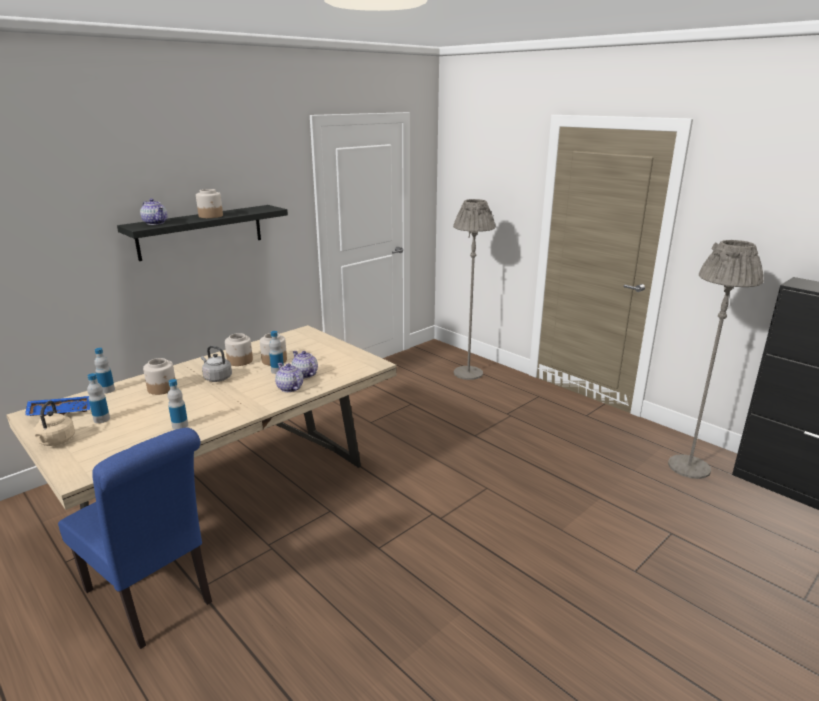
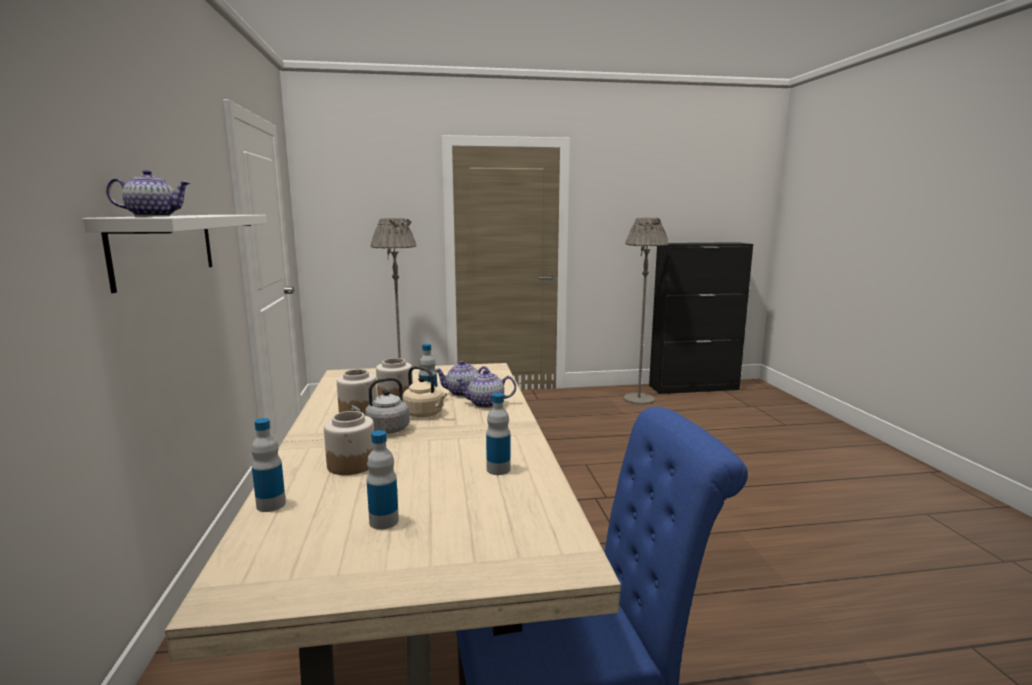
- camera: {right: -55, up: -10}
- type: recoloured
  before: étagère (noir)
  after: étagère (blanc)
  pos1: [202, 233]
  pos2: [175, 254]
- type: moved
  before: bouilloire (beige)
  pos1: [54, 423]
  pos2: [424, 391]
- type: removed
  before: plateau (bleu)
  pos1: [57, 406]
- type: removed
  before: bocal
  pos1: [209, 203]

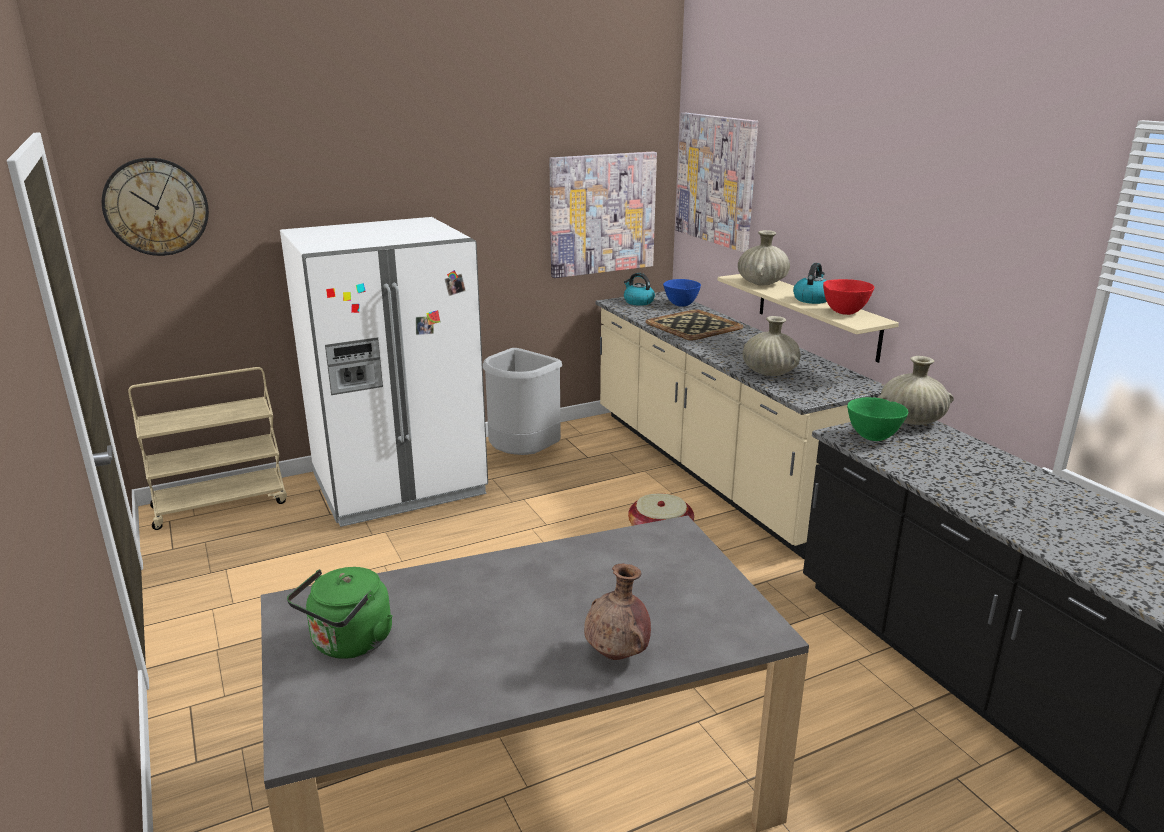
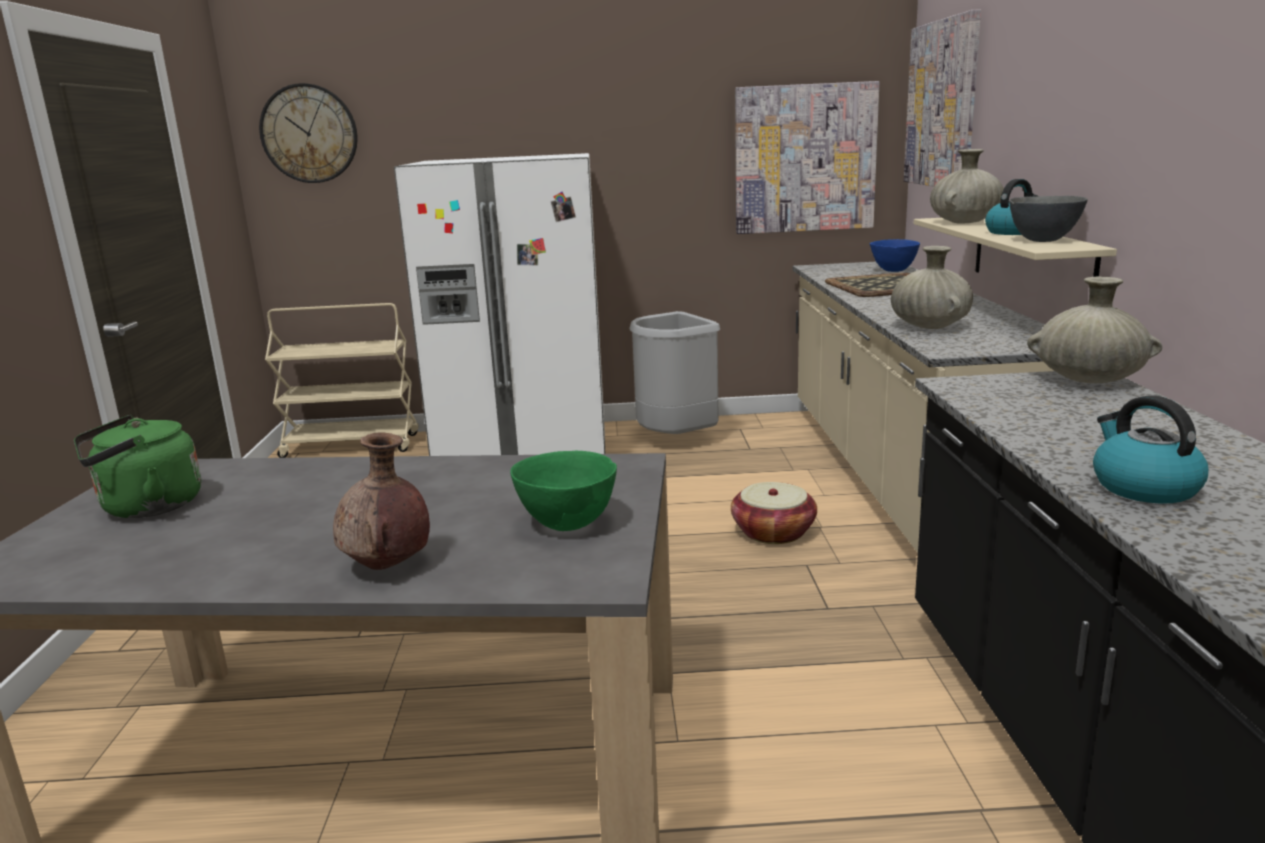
- camera: {right: 25, up: -5}
- type: moved
  before: bol (vert)
  pos1: [877, 419]
  pos2: [563, 491]
- type: recoloured
  before: bol (rouge)
  after: bol (gris)
  pos1: [848, 297]
  pos2: [1048, 219]
- type: moved
  before: bouilloire
  pos1: [639, 289]
  pos2: [1151, 449]

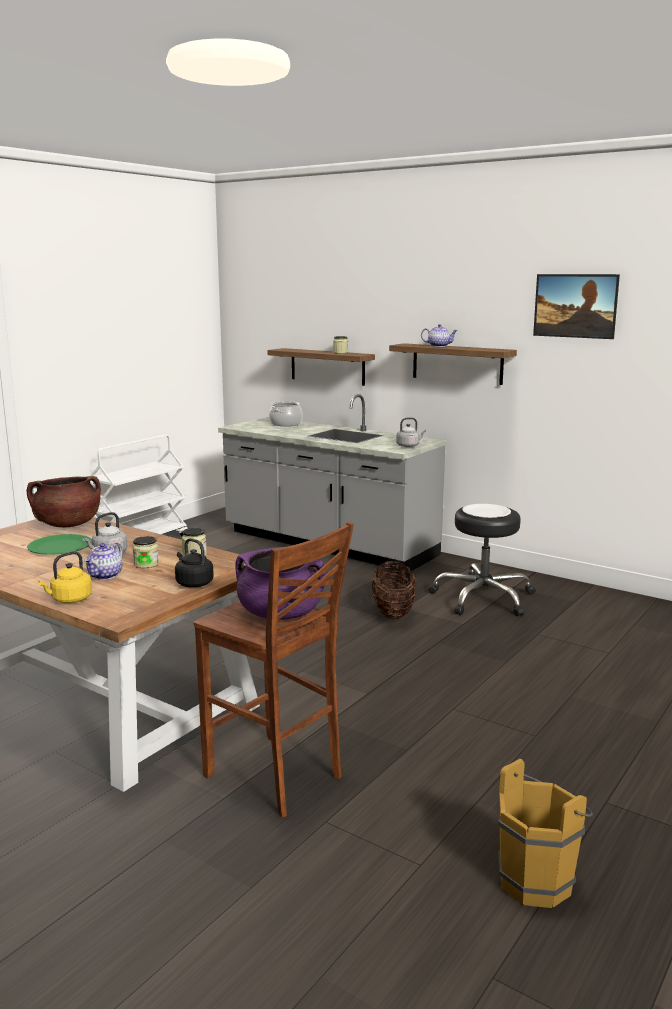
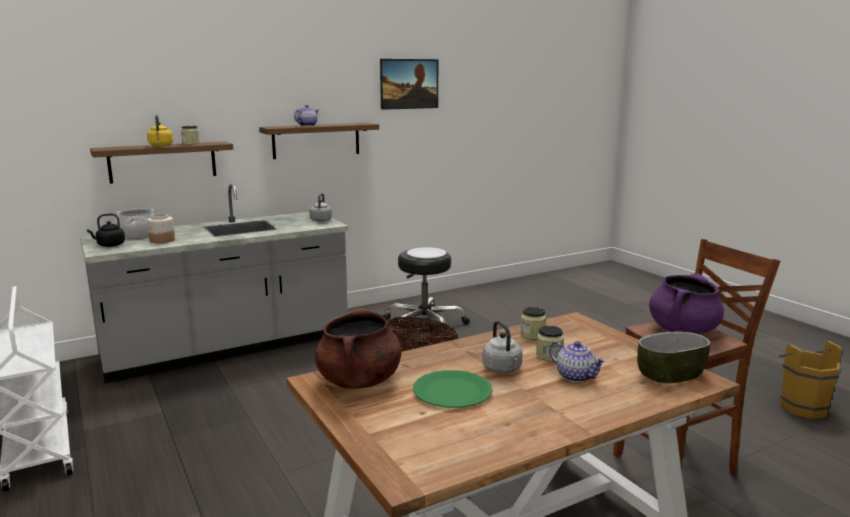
- camera: {right: -65, up: 0}
- type: moved
  before: bouilloire (noir)
  pos1: [194, 562]
  pos2: [106, 230]
- type: moved
  before: bouilloire (jaune)
  pos1: [65, 577]
  pos2: [160, 130]
- type: added
  after: bocal
  pos2: [161, 229]
- type: added
  after: bol
  pos2: [674, 358]

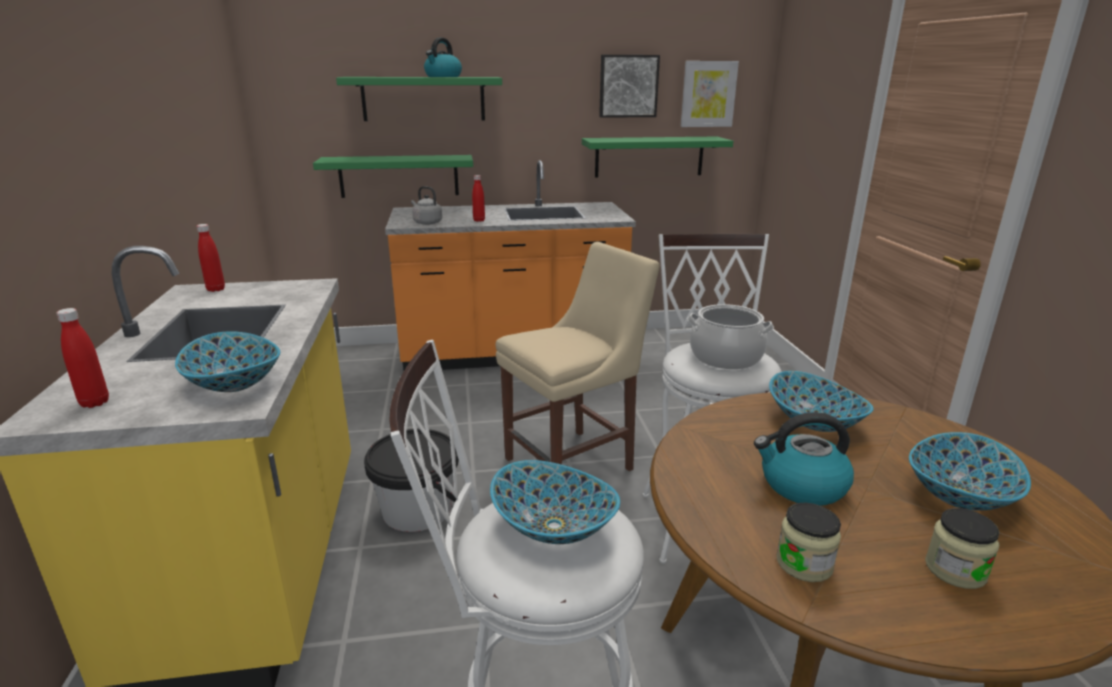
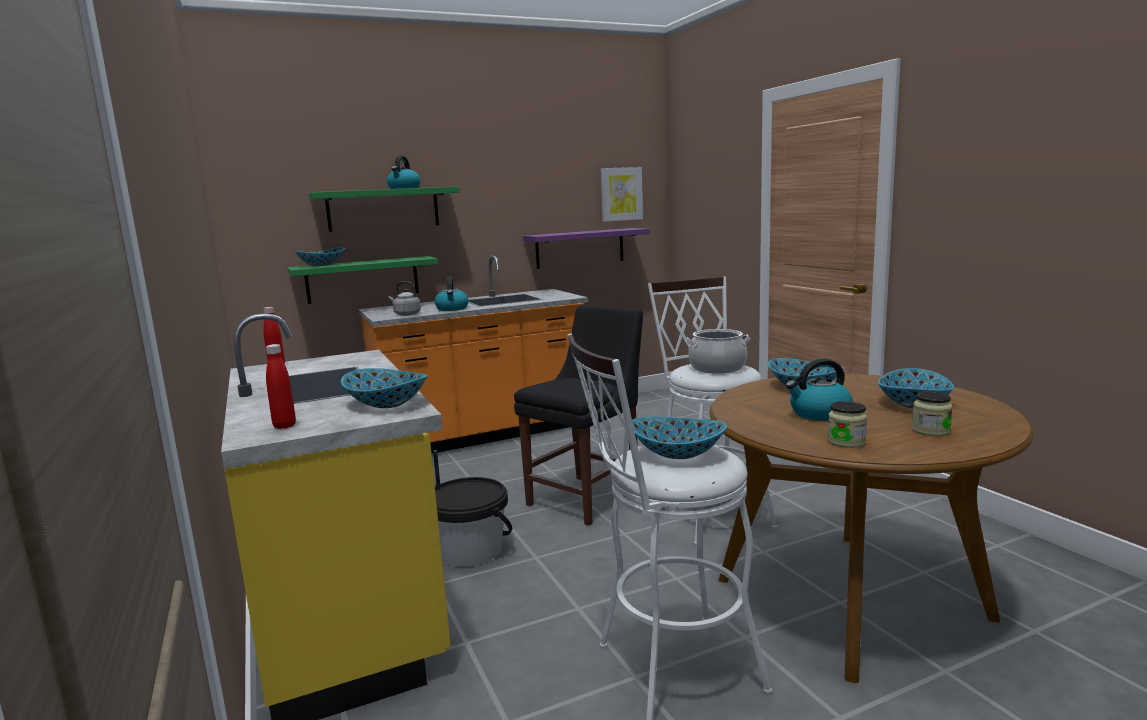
- camera: {right: -15, up: -10}
- type: added
  after: bol
  pos2: [320, 256]
- type: replaced
  before: bouteille (rouge)
  after: bouilloire
  pos1: [478, 198]
  pos2: [451, 294]
- type: recoloured
  before: chaise (beige)
  after: chaise (noir)
  pos1: [578, 356]
  pos2: [578, 415]
- type: recoloured
  before: étagère (vert)
  after: étagère (violet)
  pos1: [657, 157]
  pos2: [586, 248]
- type: removed
  before: tableau
  pos1: [629, 86]

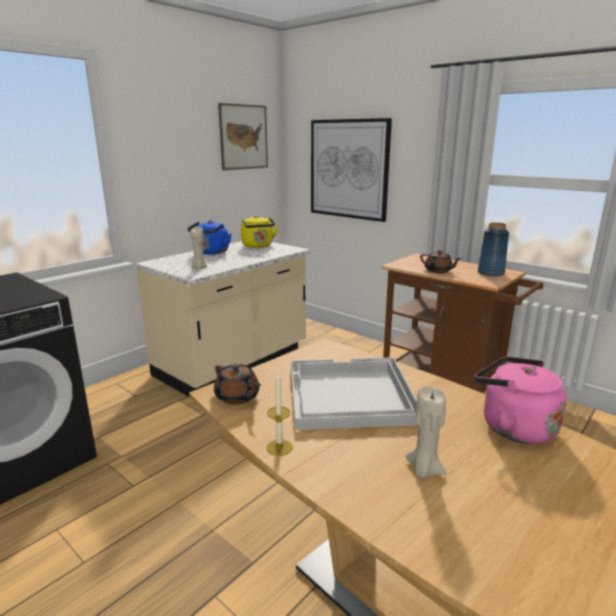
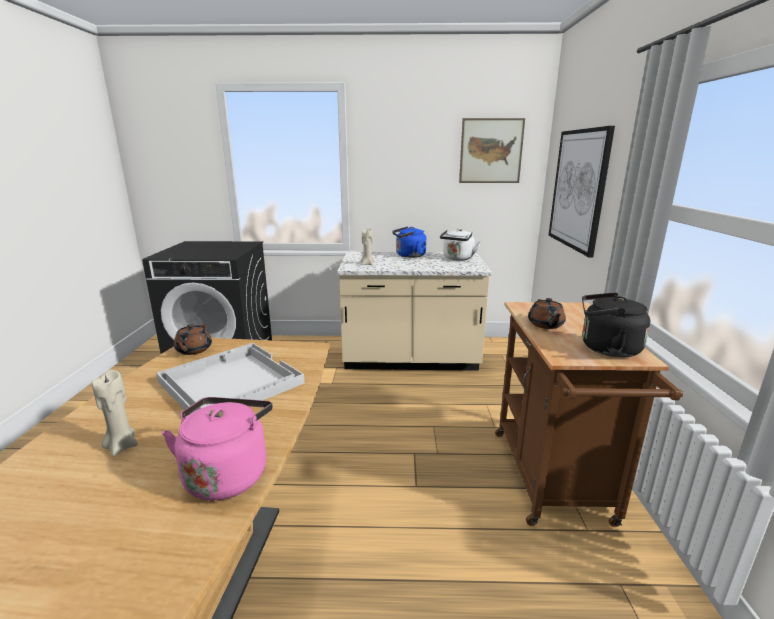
- camera: {right: 50, up: 0}
- type: recoloured
  before: bouilloire (jaune)
  after: bouilloire (blanc)
  pos1: [259, 232]
  pos2: [460, 245]
- type: replaced
  before: vase (bleu)
  after: bouilloire (noir)
  pos1: [493, 250]
  pos2: [616, 325]
- type: removed
  before: bougie
  pos1: [280, 414]

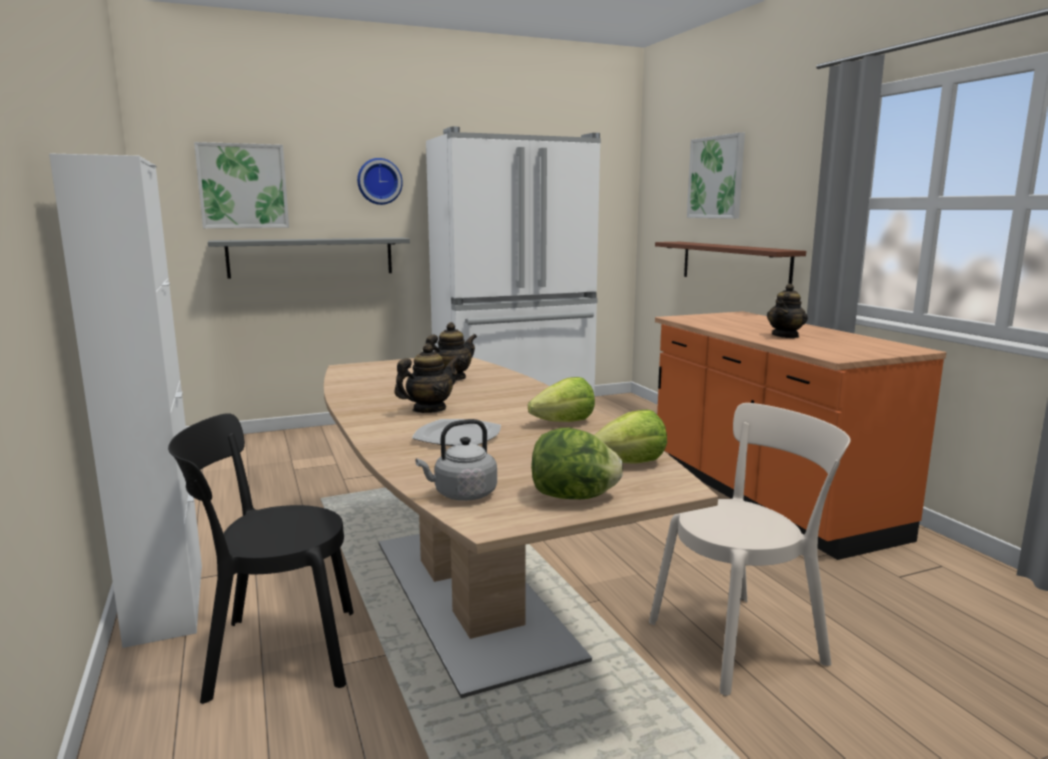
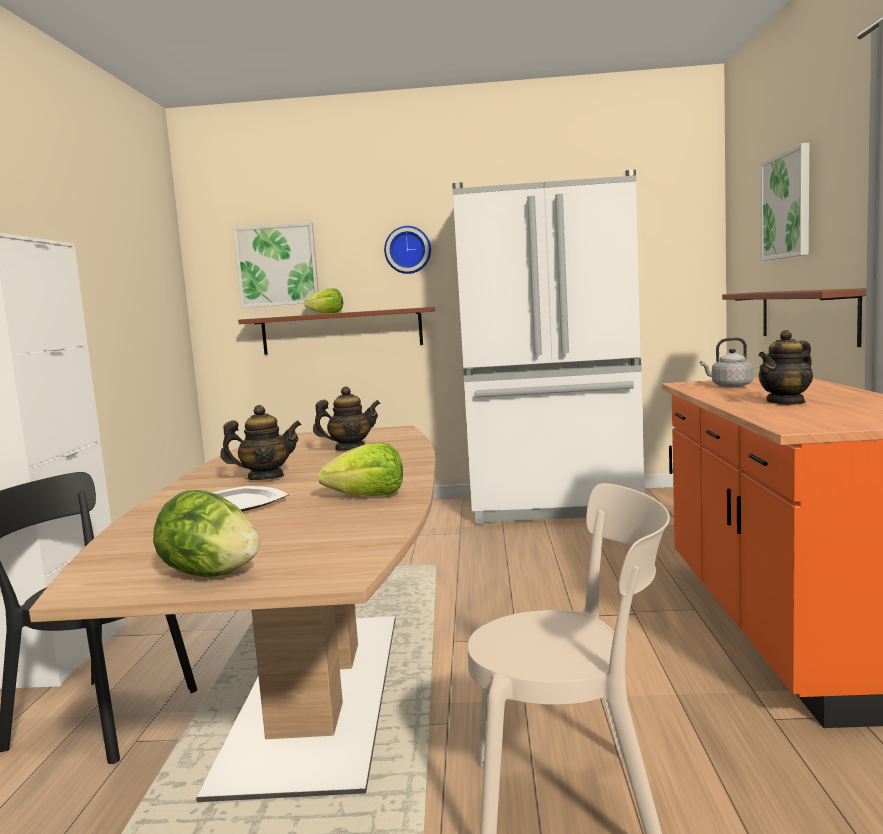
- camera: {right: 25, up: -5}
- type: recoloured
  before: étagère (gris)
  after: étagère (marron)
  pos1: [309, 258]
  pos2: [336, 331]
- type: moved
  before: laitue
  pos1: [631, 437]
  pos2: [323, 300]
- type: moved
  before: bouilloire (gris)
  pos1: [456, 460]
  pos2: [726, 362]

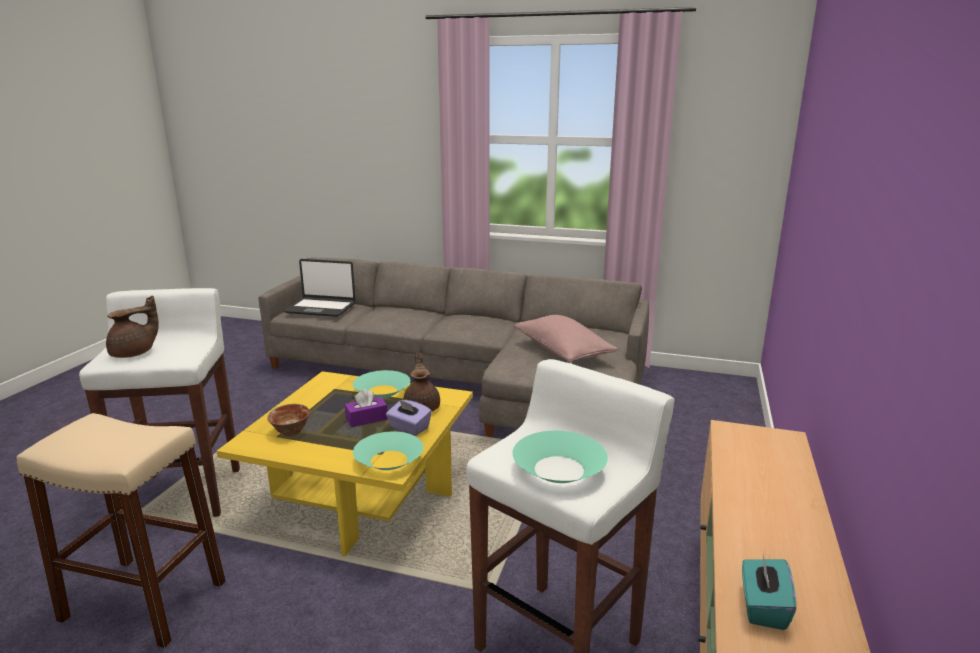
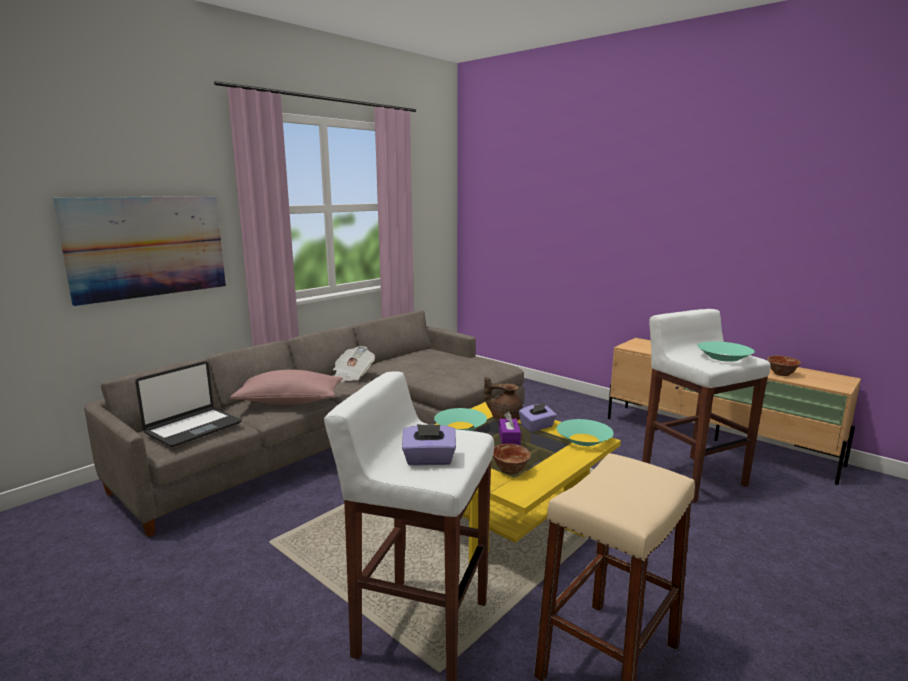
- camera: {right: -65, up: -5}
- type: added
  after: tableau
  pos2: [139, 251]
- type: moved
  before: coussin (rose)
  pos1: [566, 338]
  pos2: [286, 387]
- type: added
  after: journal
  pos2: [354, 364]
- type: replaced
  before: théière (marron)
  after: boîte à mouchoirs (violet)
  pos1: [132, 326]
  pos2: [429, 445]
- type: replaced
  before: boîte à mouchoirs (turquoise)
  after: bol
  pos1: [769, 592]
  pos2: [784, 366]

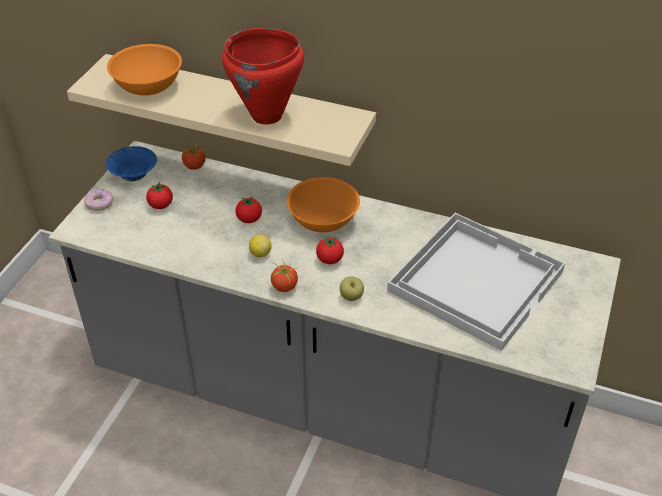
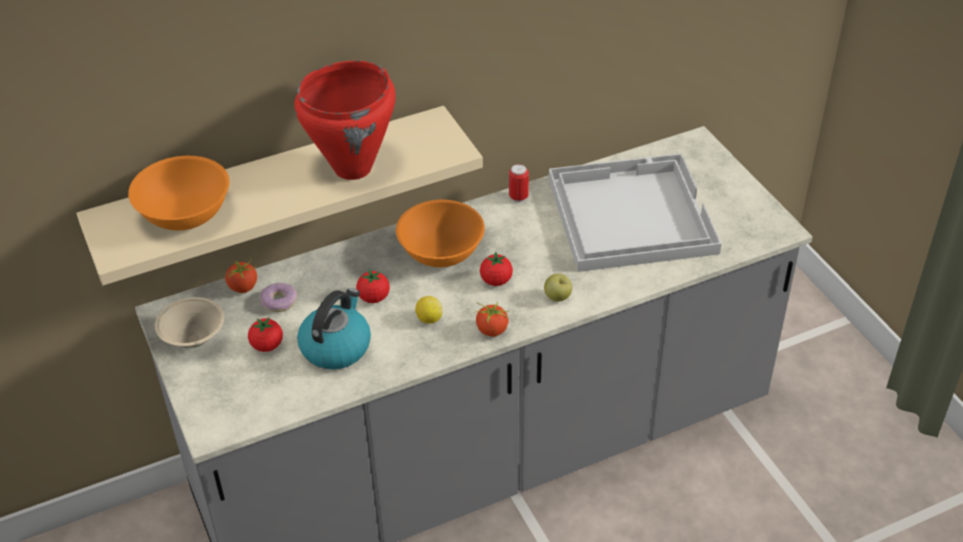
- camera: {right: -45, up: 0}
- type: recoloured
  before: bol (bleu)
  after: bol (beige)
  pos1: [131, 163]
  pos2: [189, 322]
- type: moved
  before: beignet
  pos1: [98, 200]
  pos2: [278, 297]
- type: added
  after: bouilloire
  pos2: [334, 328]
- type: added
  after: boîte métallique
  pos2: [519, 183]

